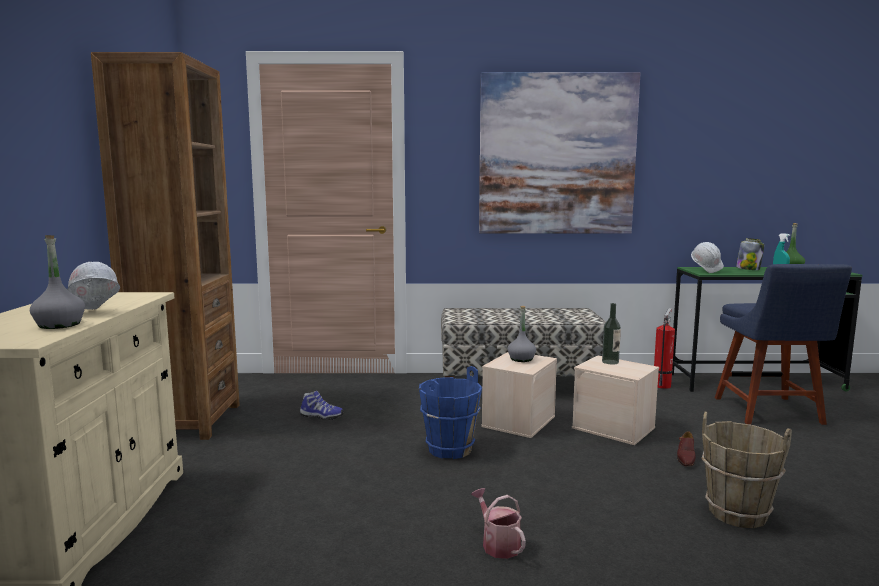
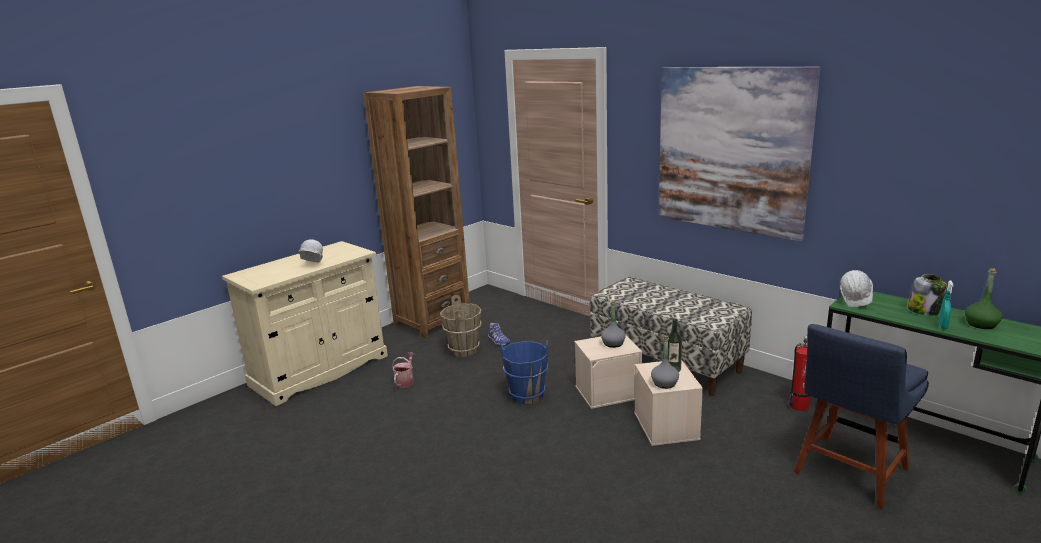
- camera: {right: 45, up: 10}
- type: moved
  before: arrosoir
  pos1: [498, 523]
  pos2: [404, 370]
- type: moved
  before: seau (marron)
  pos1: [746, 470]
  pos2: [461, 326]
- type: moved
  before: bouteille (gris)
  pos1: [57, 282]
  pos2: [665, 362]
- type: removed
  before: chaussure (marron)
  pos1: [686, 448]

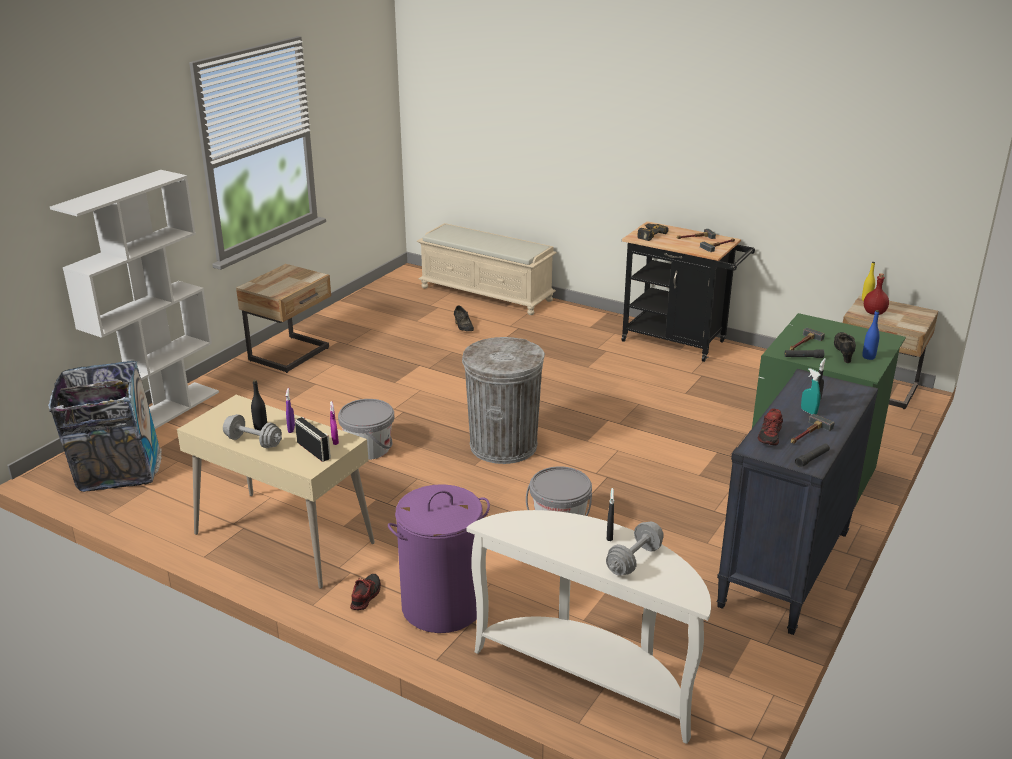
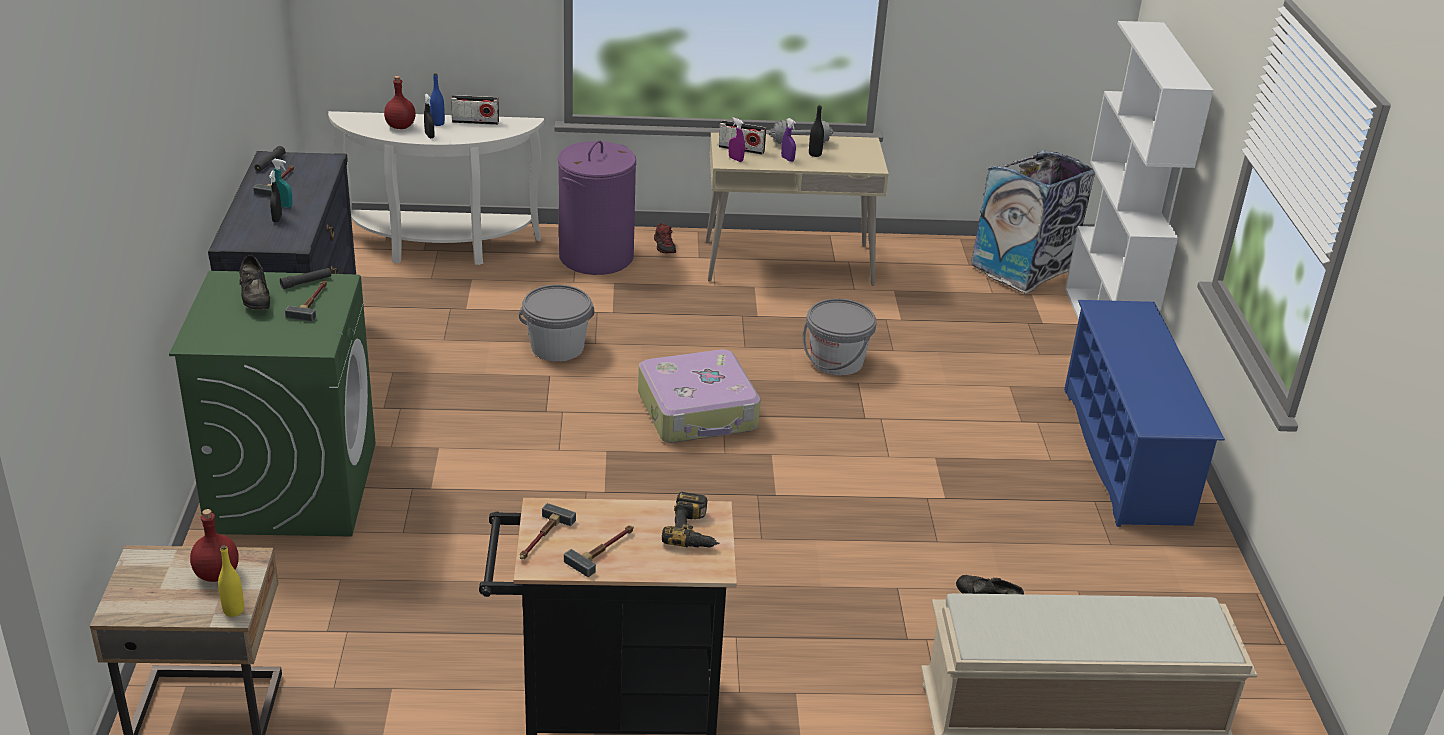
- camera: {right: 145, up: 5}
- type: replaced
  before: haltère (gris)
  after: bouteille (rouge)
  pos1: [635, 549]
  pos2: [400, 102]
- type: moved
  before: bouteille (bleu)
  pos1: [871, 335]
  pos2: [437, 99]
- type: added
  after: radio
  pos2: [475, 110]
- type: replaced
  before: poubelle (gris)
  after: valise
  pos1: [503, 400]
  pos2: [699, 396]
- type: replaced
  before: table de chevet (beige)
  after: étagère à chaussures (bleu)
  pos1: [283, 318]
  pos2: [1144, 413]
- type: removed
  before: chaussure
  pos1: [770, 426]

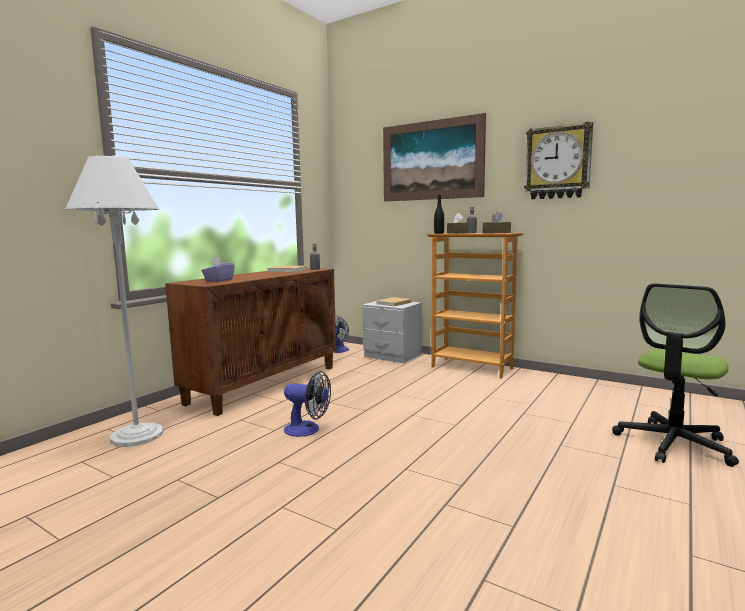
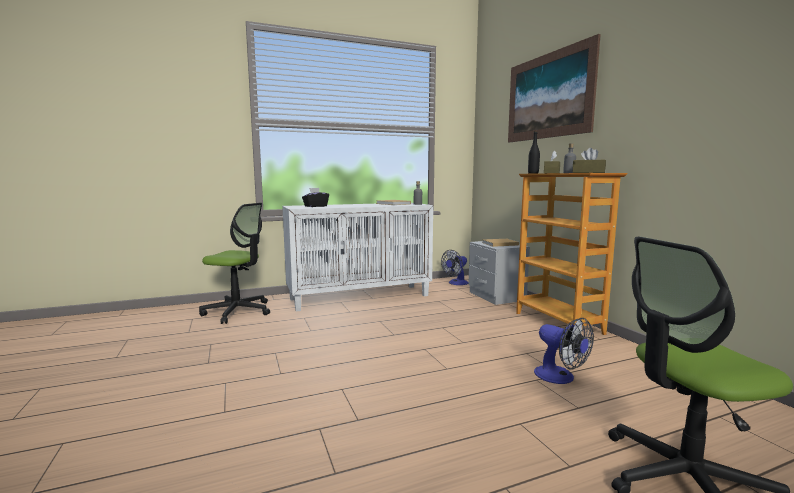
- camera: {right: 35, up: 0}
- type: replaced
  before: lampadaire (blanc)
  after: chaise de bureau
  pos1: [114, 301]
  pos2: [234, 263]
- type: recoloured
  before: meuble de rangement (marron)
  after: meuble de rangement (blanc)
  pos1: [250, 342]
  pos2: [357, 257]
- type: recoloured
  before: boîte à mouchoirs (violet)
  after: boîte à mouchoirs (noir)
  pos1: [218, 269]
  pos2: [315, 197]
- type: moved
  before: ventilateur
  pos1: [307, 404]
  pos2: [564, 351]
- type: removed
  before: horloge murale
  pos1: [558, 160]

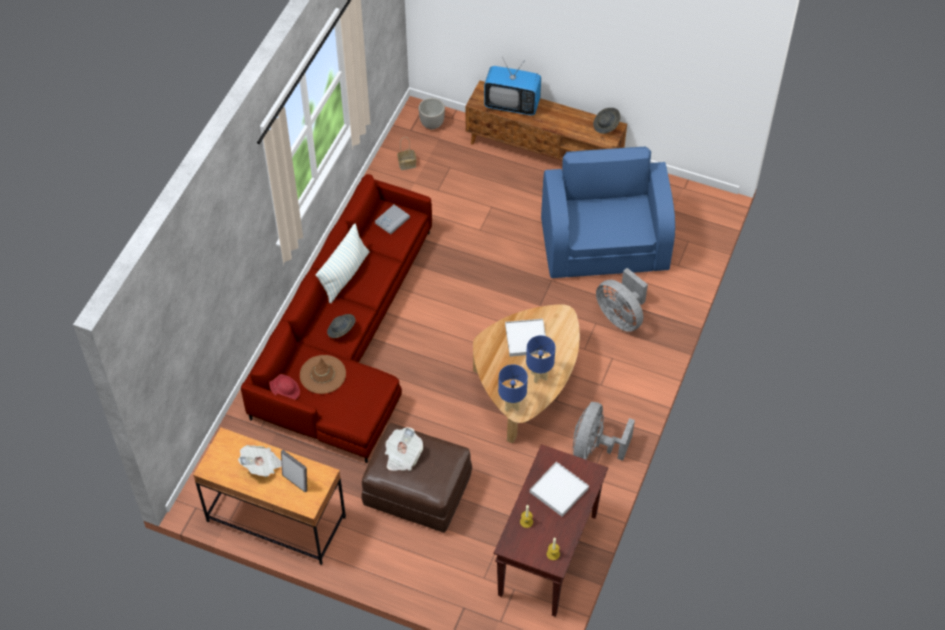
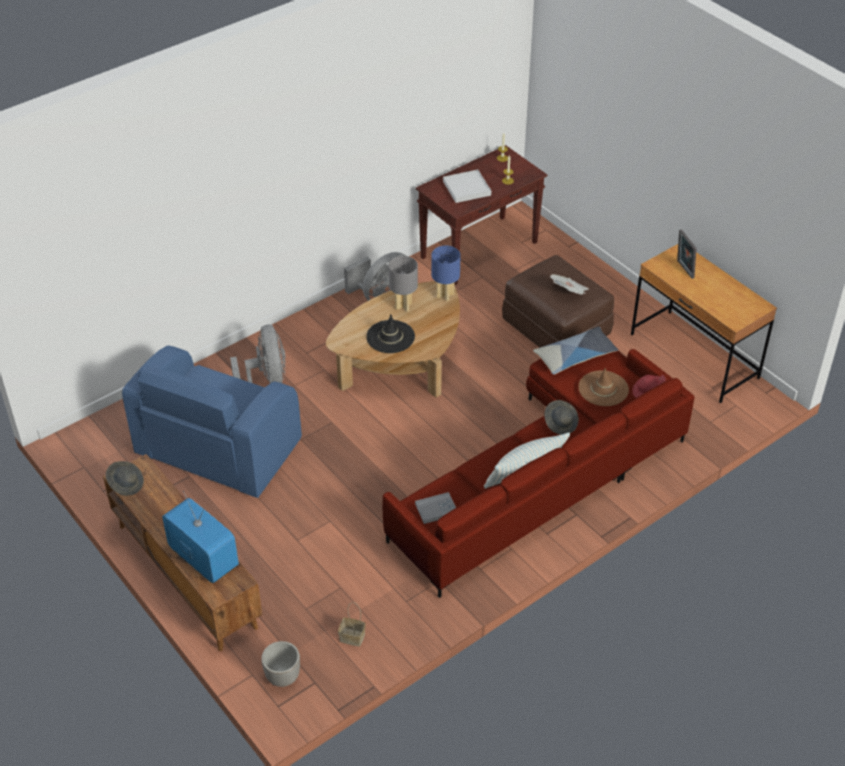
- camera: {right: -150, up: -10}
- type: replaced
  before: plateau (blanc)
  after: chapeau (noir)
  pos1: [526, 338]
  pos2: [390, 334]
- type: recoloured
  before: lampe de table (bleu)
  after: lampe de table (gris)
  pos1: [540, 359]
  pos2: [403, 284]
- type: added
  after: coussin
  pos2: [576, 350]
- type: removed
  before: journal
  pos1: [260, 461]

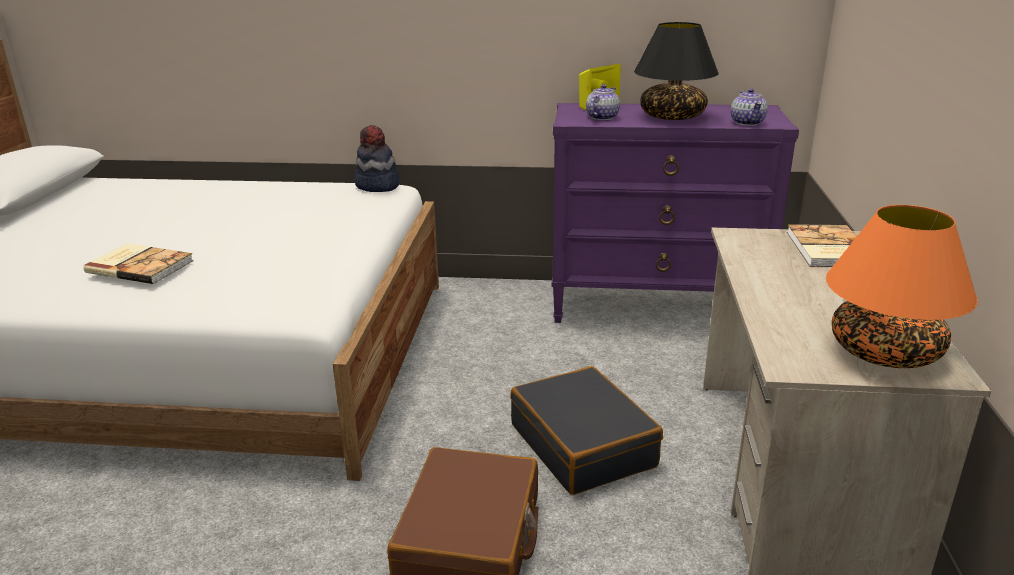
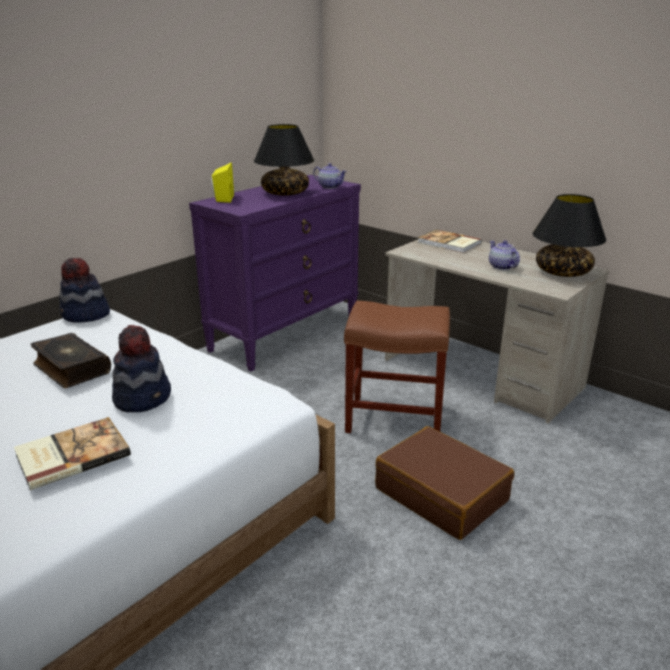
- camera: {right: -55, up: 0}
- type: added
  after: livre
  pos2: [71, 360]
- type: added
  after: chapeau
  pos2: [141, 368]
- type: replaced
  before: valise (noir)
  after: tabouret (marron)
  pos1: [586, 430]
  pos2: [397, 367]
- type: moved
  before: théière
  pos1: [603, 102]
  pos2: [504, 255]
- type: recoloured
  before: lampe de table (orange)
  after: lampe de table (noir)
  pos1: [902, 286]
  pos2: [569, 235]

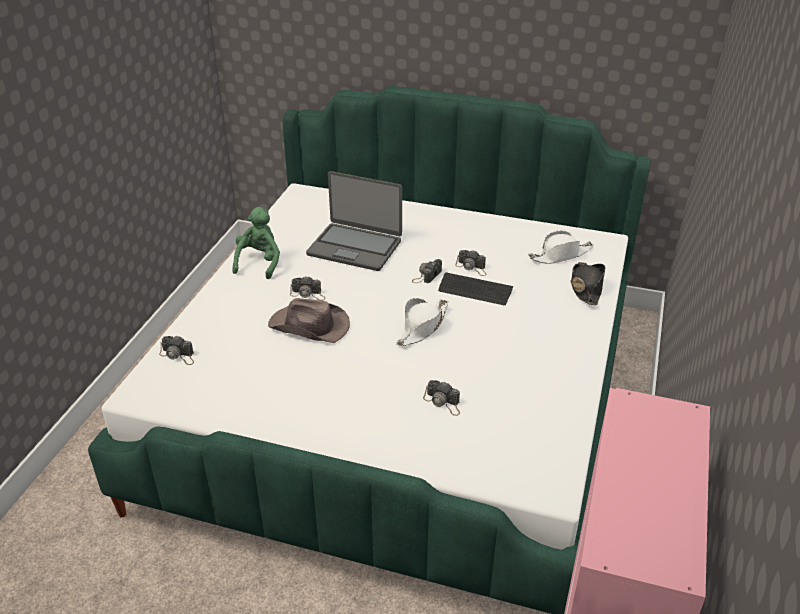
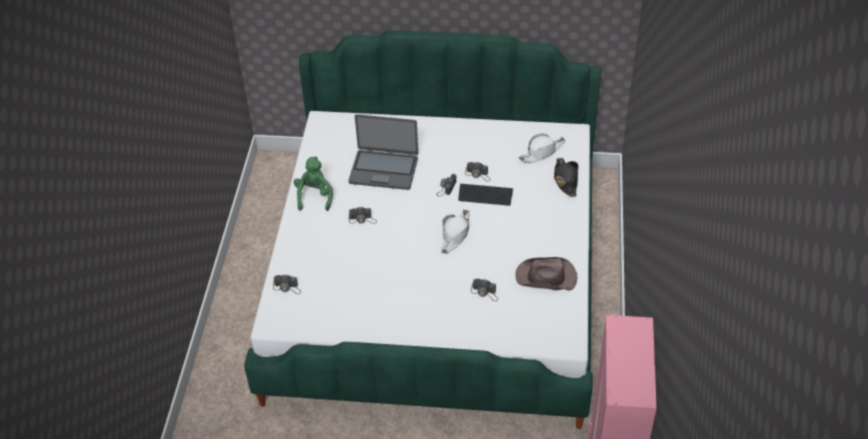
- camera: {right: -10, up: 10}
- type: moved
  before: chapeau (marron)
  pos1: [309, 320]
  pos2: [546, 274]

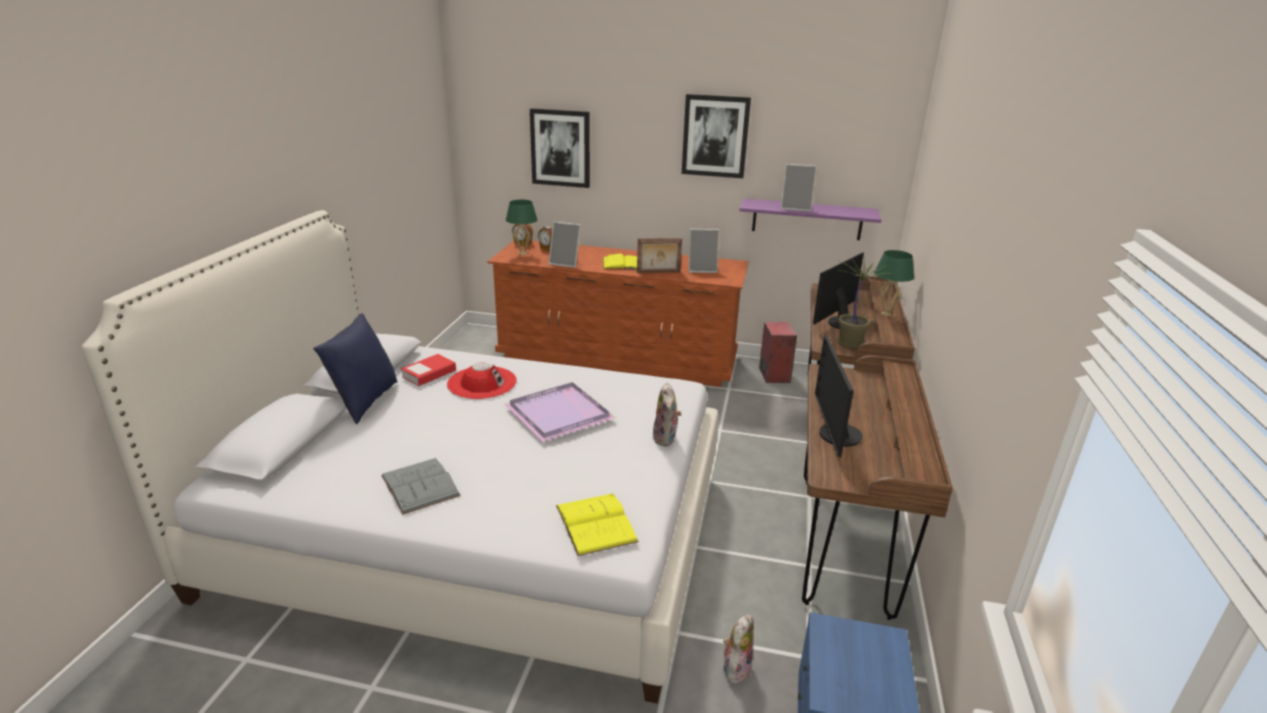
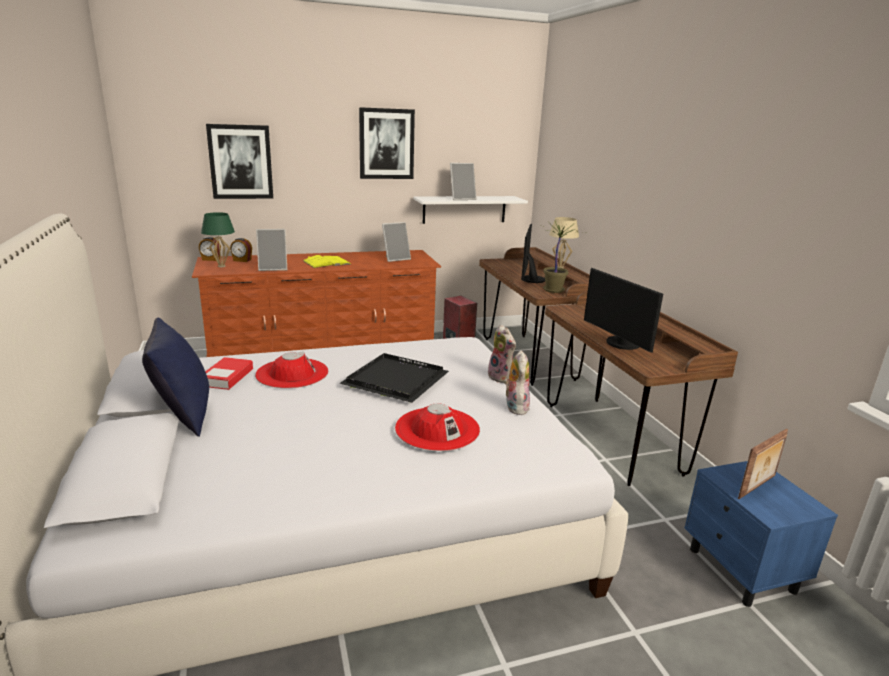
- camera: {right: -30, up: -5}
- type: recoloured
  before: plateau (violet)
  after: plateau (noir)
  pos1: [560, 412]
  pos2: [394, 378]
- type: added
  after: chapeau (rouge)
  pos2: [437, 427]
- type: recoloured
  before: étagère (violet)
  after: étagère (blanc)
  pos1: [810, 219]
  pos2: [470, 210]
- type: moved
  before: peluche
  pos1: [738, 649]
  pos2: [517, 382]
- type: recoloured
  before: lampe de table (vert)
  after: lampe de table (beige)
  pos1: [894, 283]
  pos2: [564, 242]
- type: moved
  before: cadre photo
  pos1: [659, 255]
  pos2: [763, 463]
- type: removed
  before: livre (gris)
  pos1: [421, 486]
- type: removed
  before: livre (jaune)
  pos1: [597, 524]

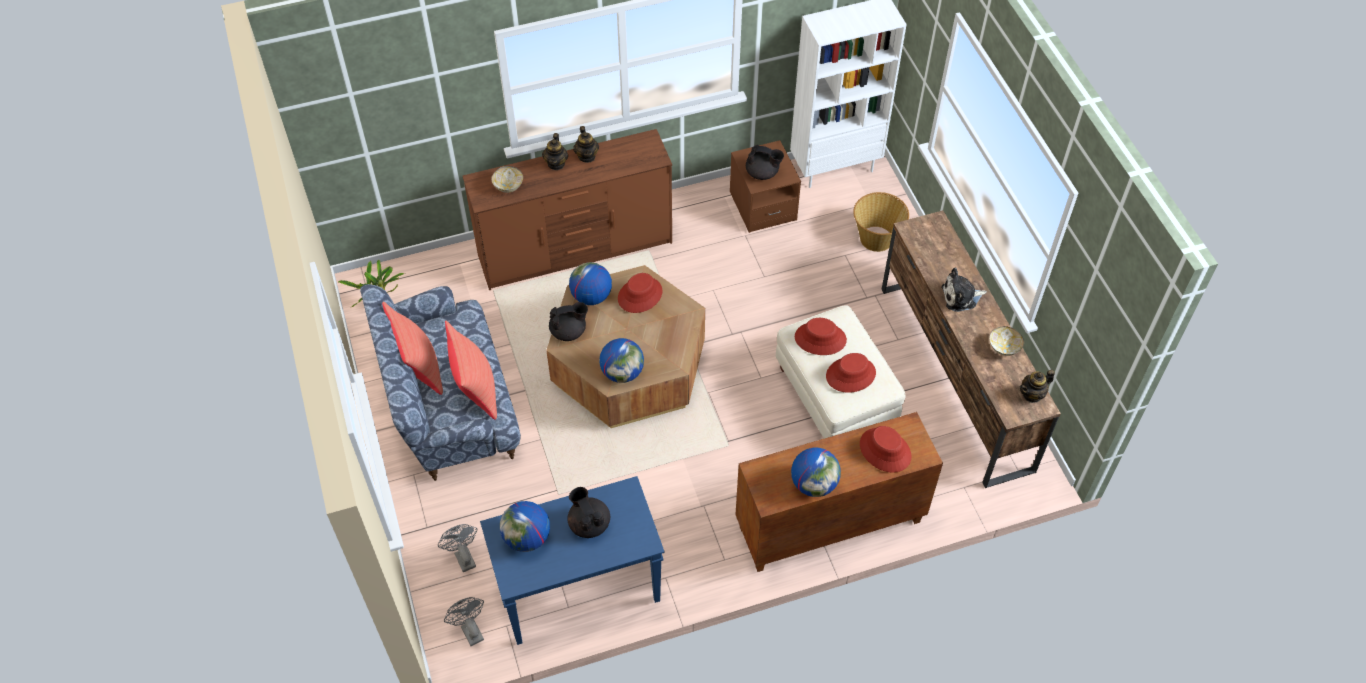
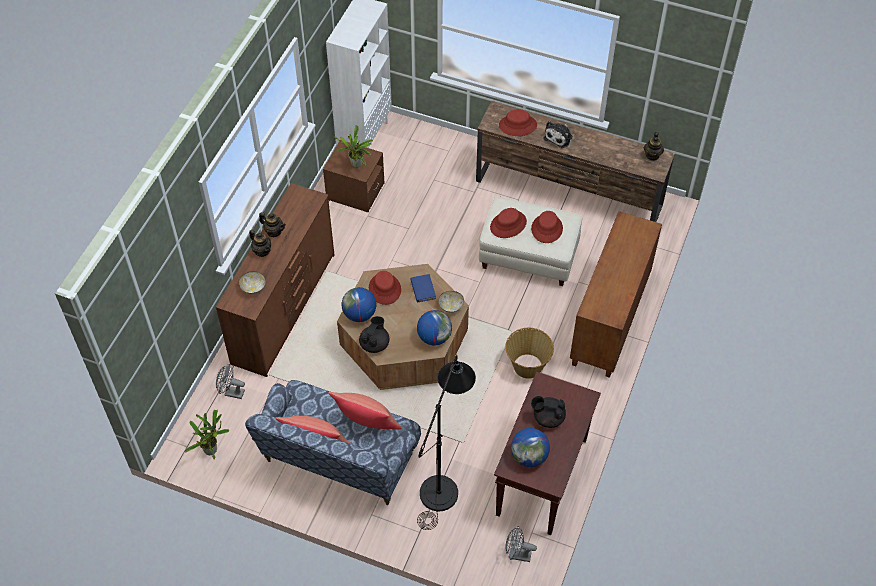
- camera: {right: -50, up: 0}
- type: moved
  before: ventilateur (gris)
  pos1: [457, 548]
  pos2: [230, 381]
- type: replaced
  before: théière (noir)
  after: plante en pot
  pos1: [765, 162]
  pos2: [353, 146]
- type: added
  after: livre (bleu)
  pos2: [423, 288]
- type: added
  after: lampadaire (noir)
  pos2: [446, 442]
- type: moved
  before: bol
  pos1: [1007, 341]
  pos2: [451, 302]
- type: recoloured
  before: table console (bleu)
  after: table console (marron)
  pos1: [572, 560]
  pos2: [547, 453]
- type: moved
  before: chapeau (rouge)
  pos1: [885, 449]
  pos2: [518, 122]
- type: moved
  before: panier
  pos1: [881, 222]
  pos2: [529, 353]
- type: removed
  before: globe
  pos1: [816, 472]

